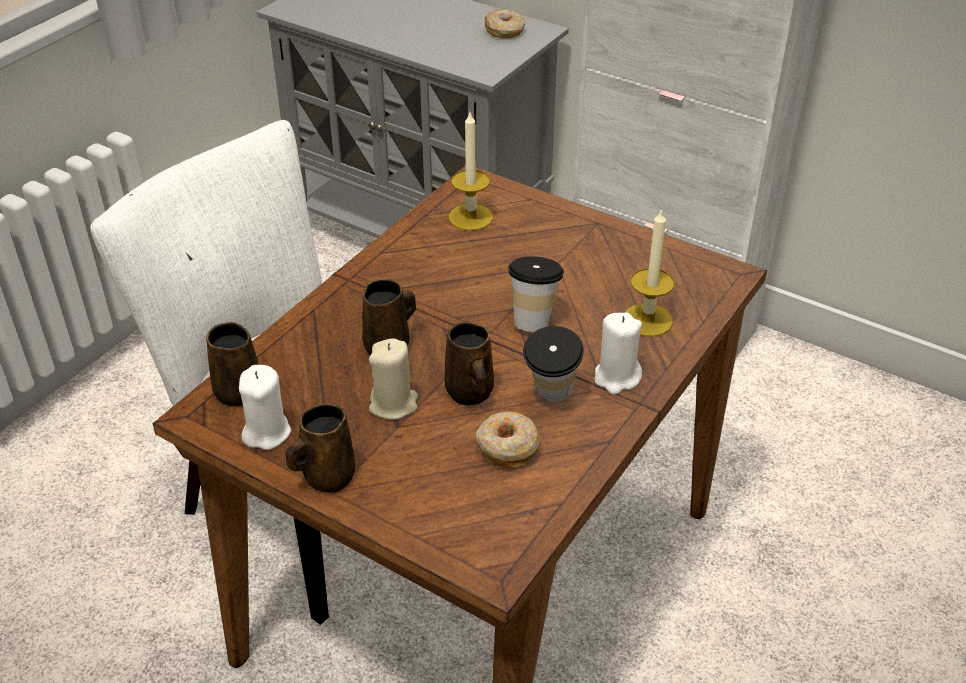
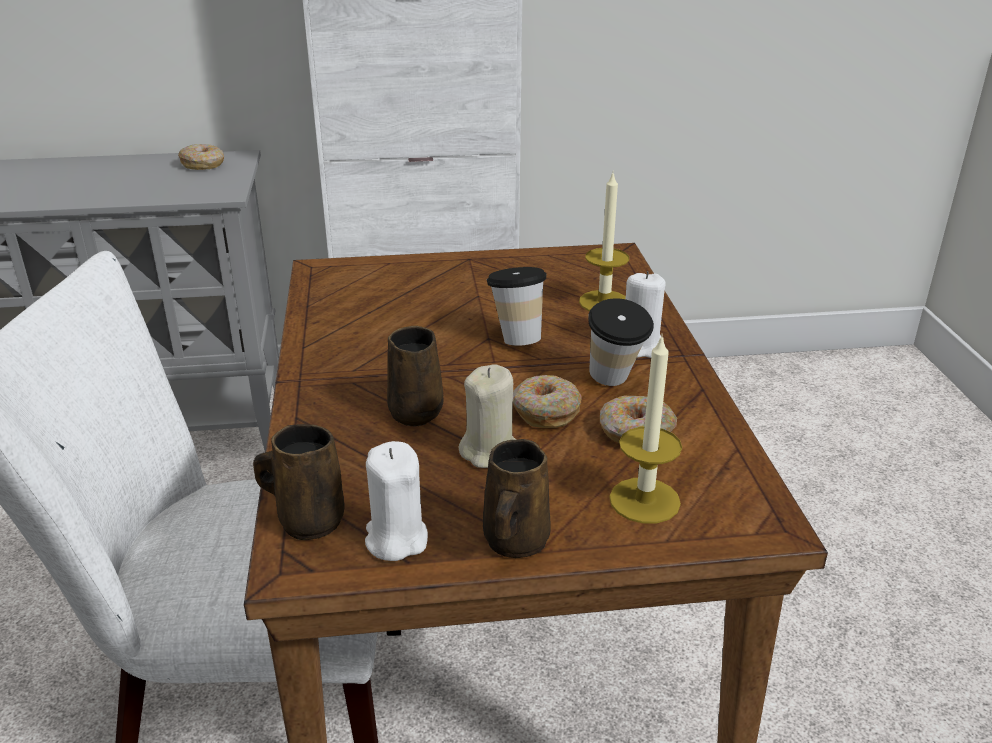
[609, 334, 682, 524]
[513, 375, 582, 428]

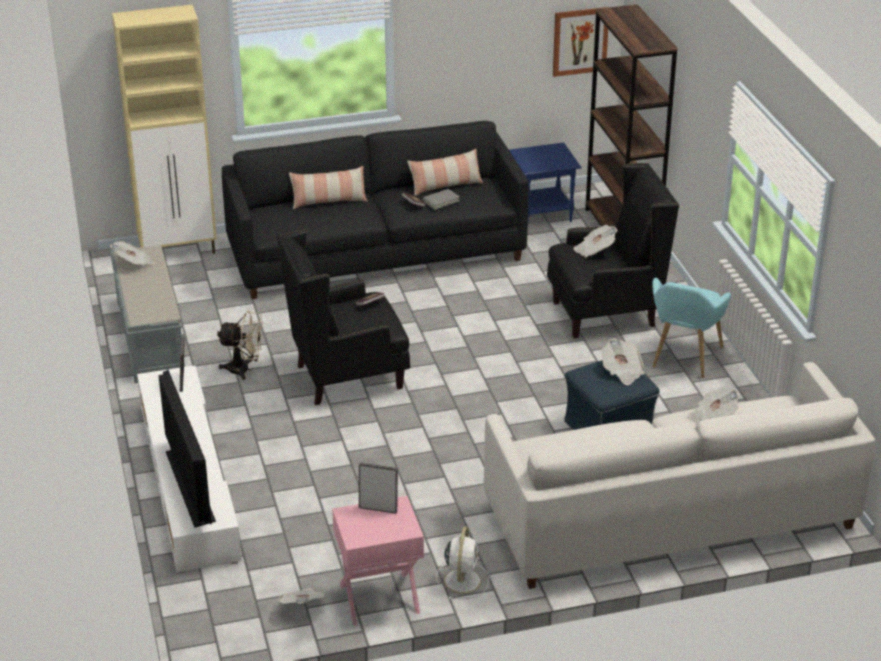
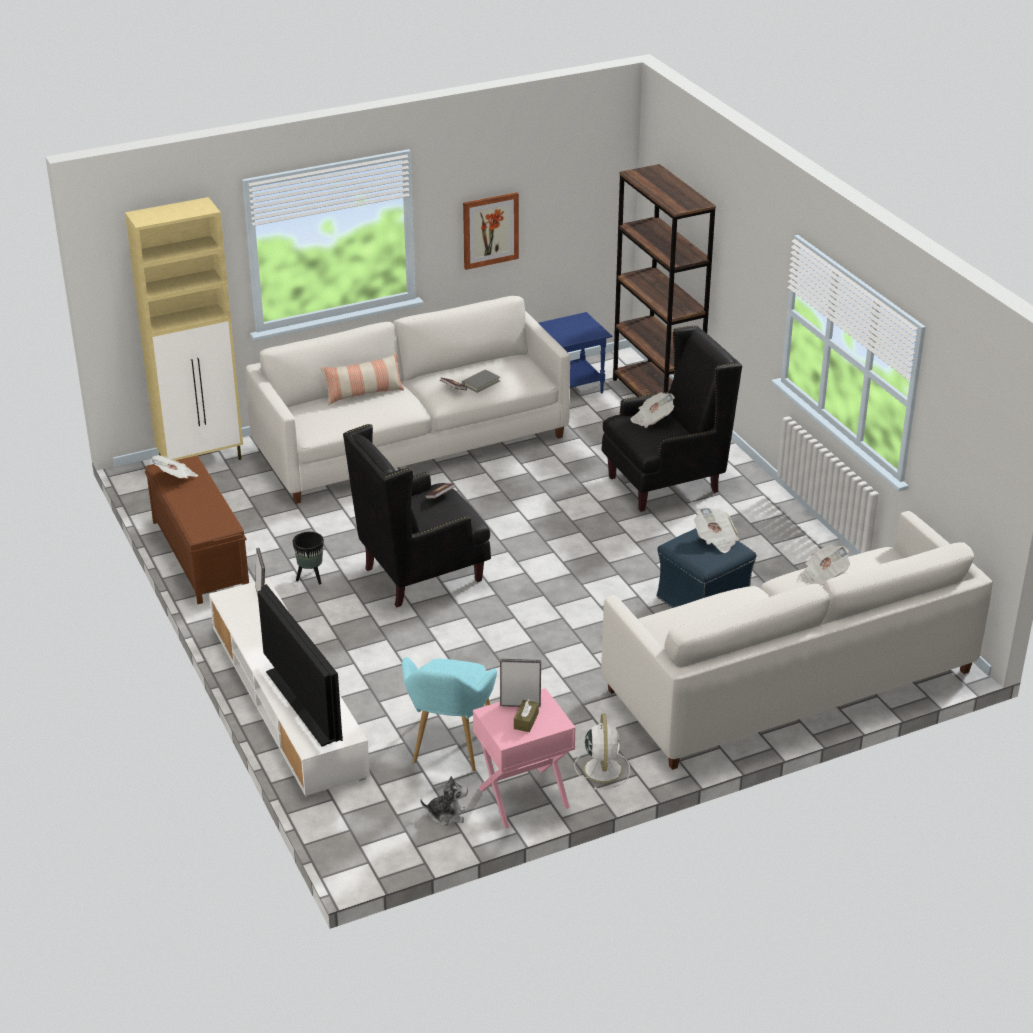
[407, 149, 483, 196] (first image)
[514, 699, 539, 732]
[463, 192, 519, 270]
[402, 657, 497, 771]
[293, 532, 324, 584]
[421, 776, 468, 826]
[145, 456, 249, 604]
[245, 296, 570, 504]

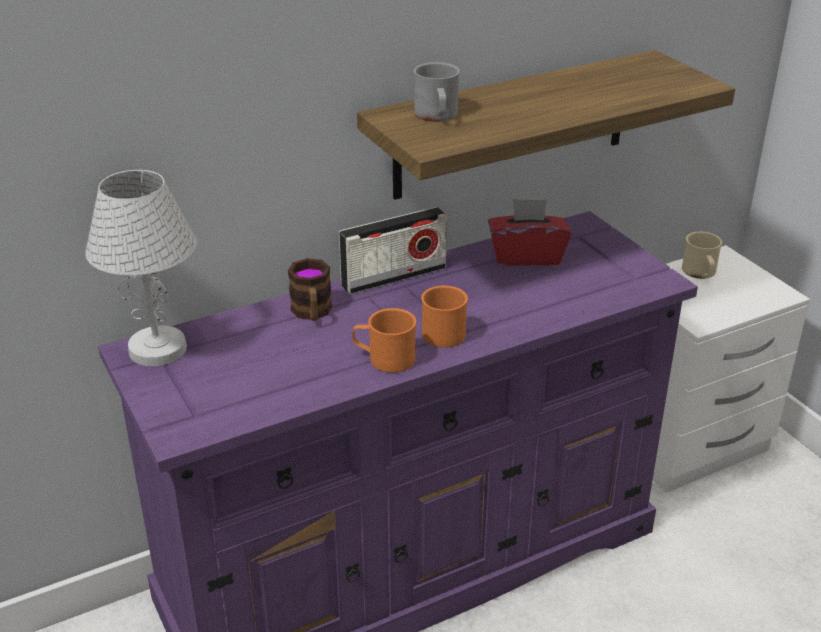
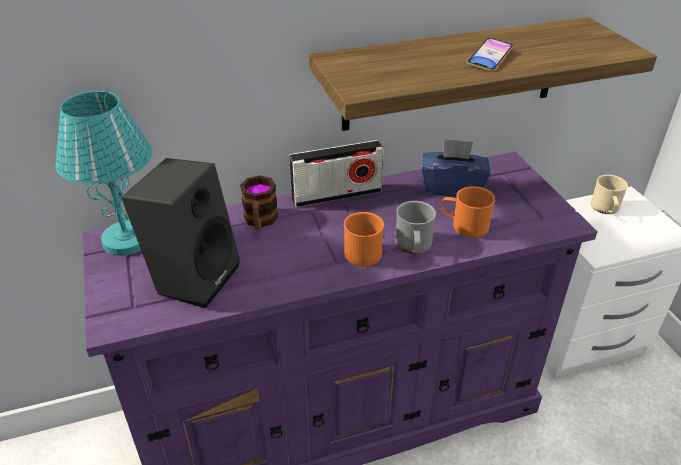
[122, 158, 240, 309]
[467, 38, 513, 72]
[441, 186, 495, 238]
[395, 201, 436, 254]
[56, 91, 152, 256]
[421, 139, 491, 197]

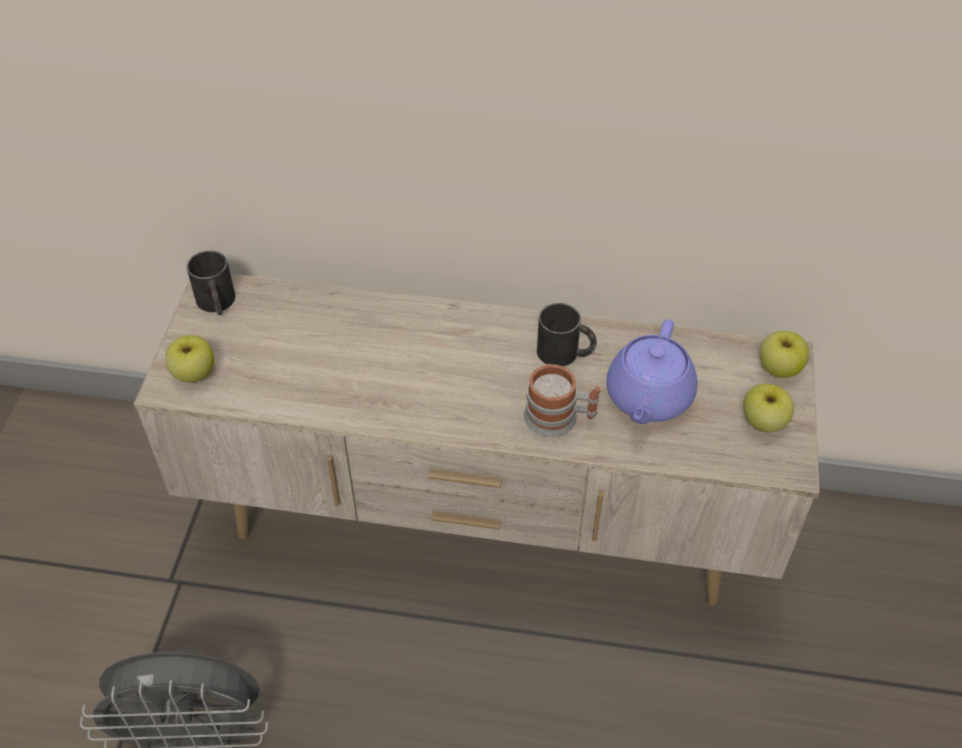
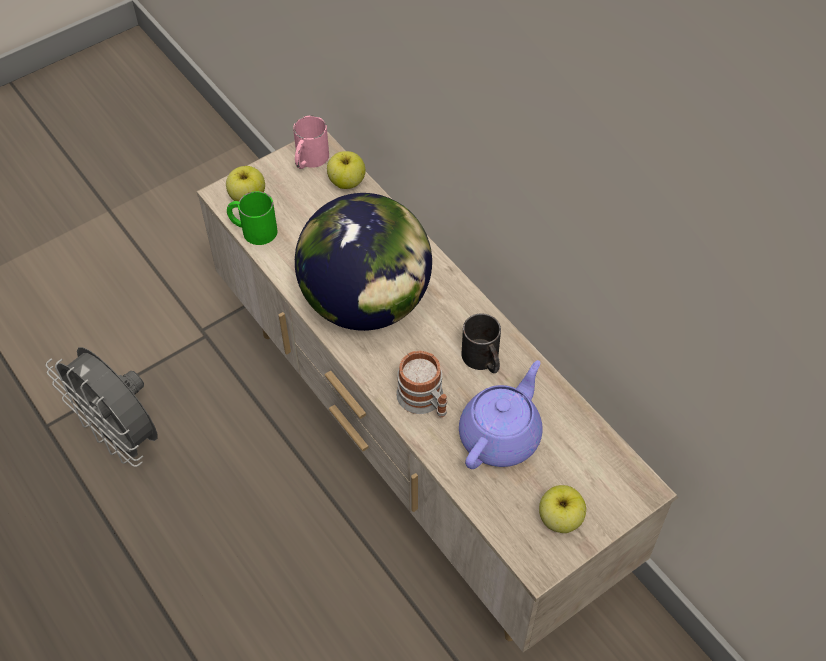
[227, 191, 277, 245]
[295, 193, 432, 331]
[327, 151, 366, 189]
[293, 116, 329, 169]
[459, 360, 543, 469]

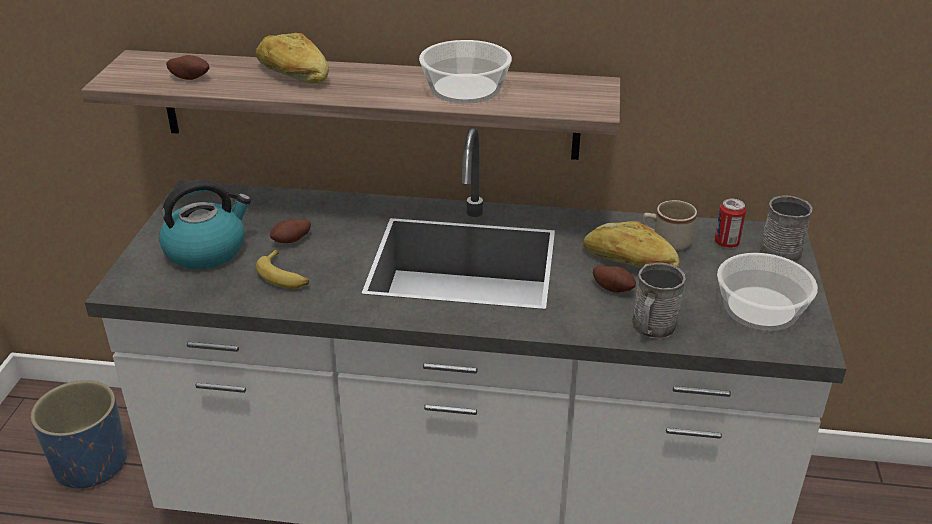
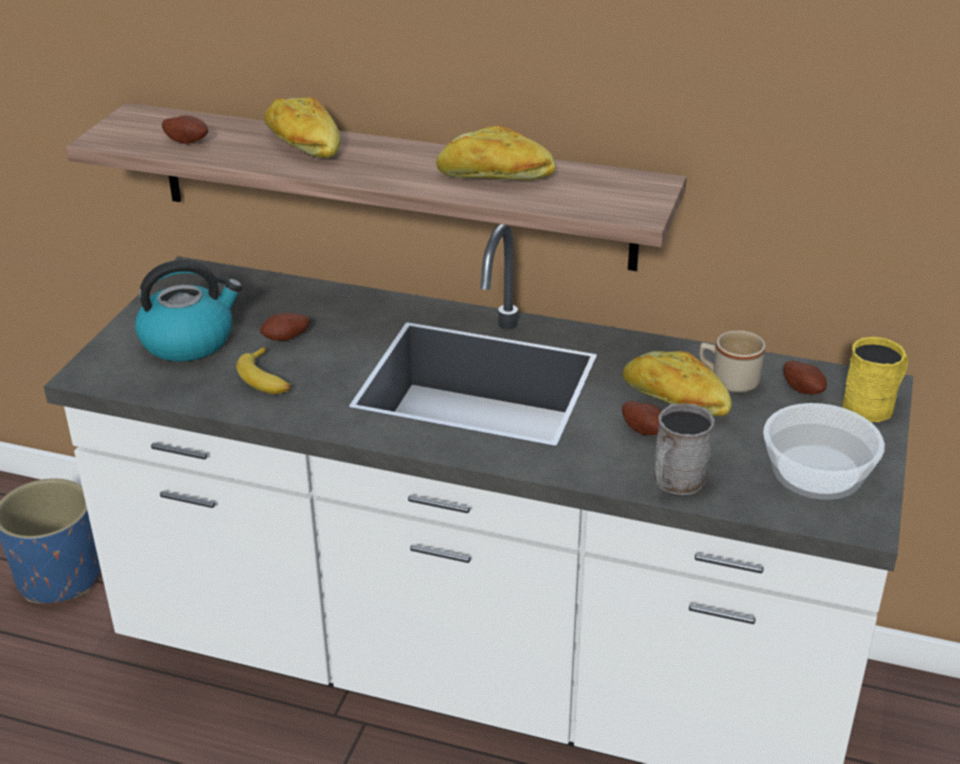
[436, 125, 556, 181]
[783, 360, 827, 394]
[842, 337, 908, 422]

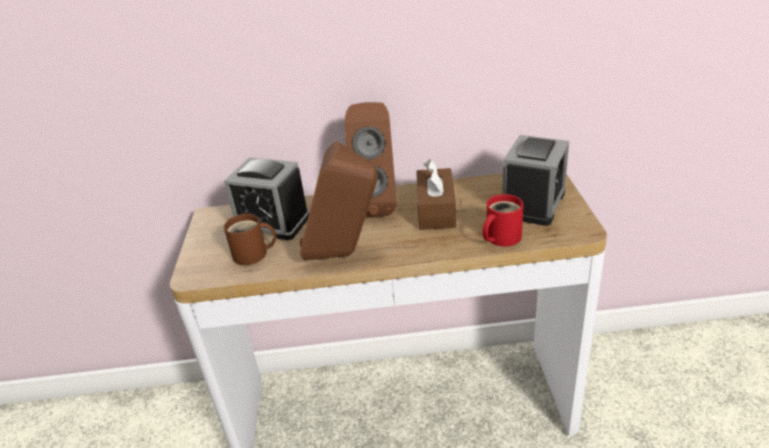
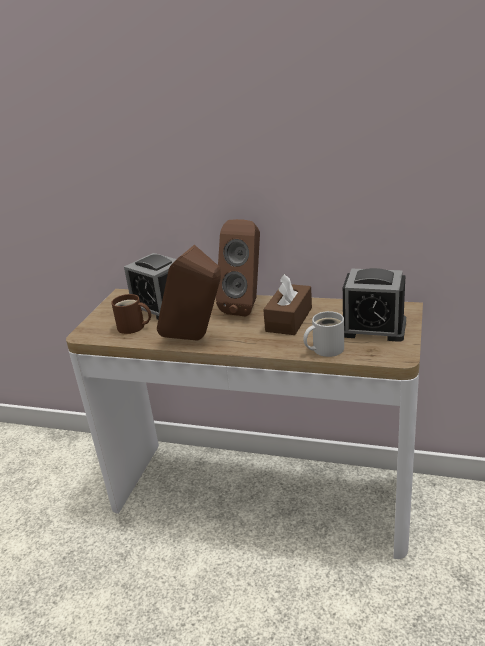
[303, 311, 344, 357]
[343, 268, 406, 342]

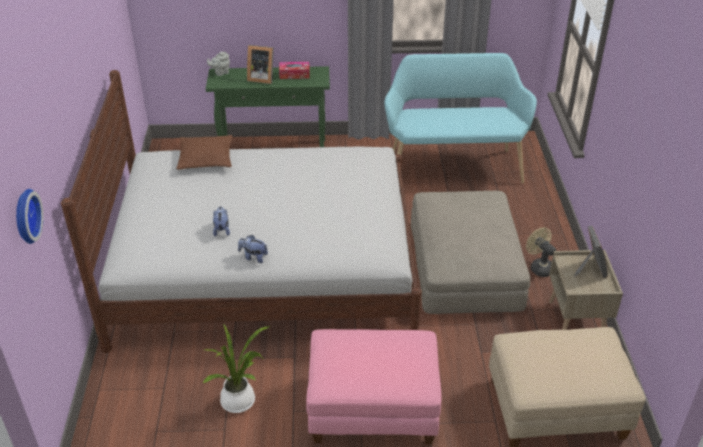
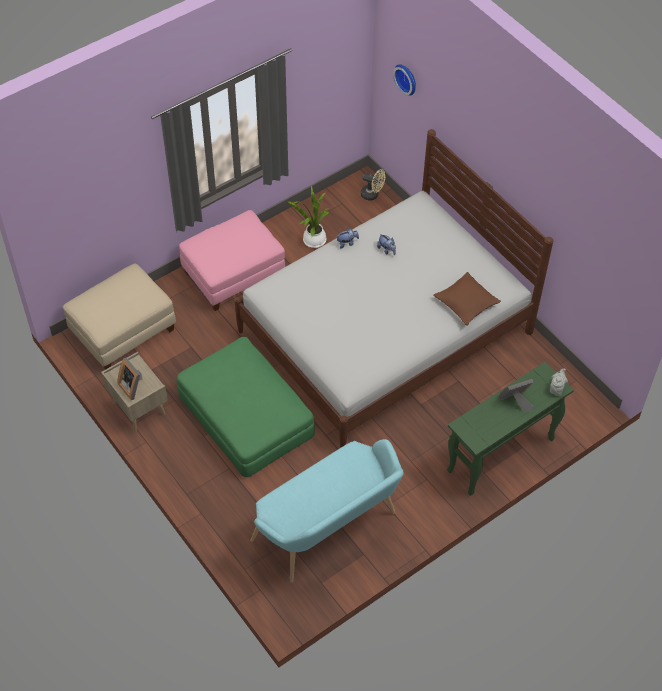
[279, 62, 310, 79] (first image)
[361, 169, 385, 201]
[176, 337, 315, 477]

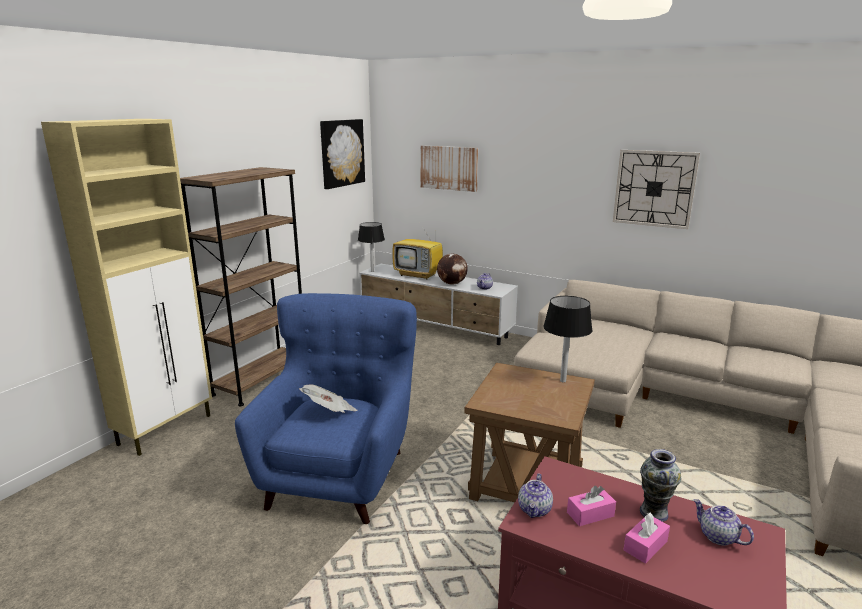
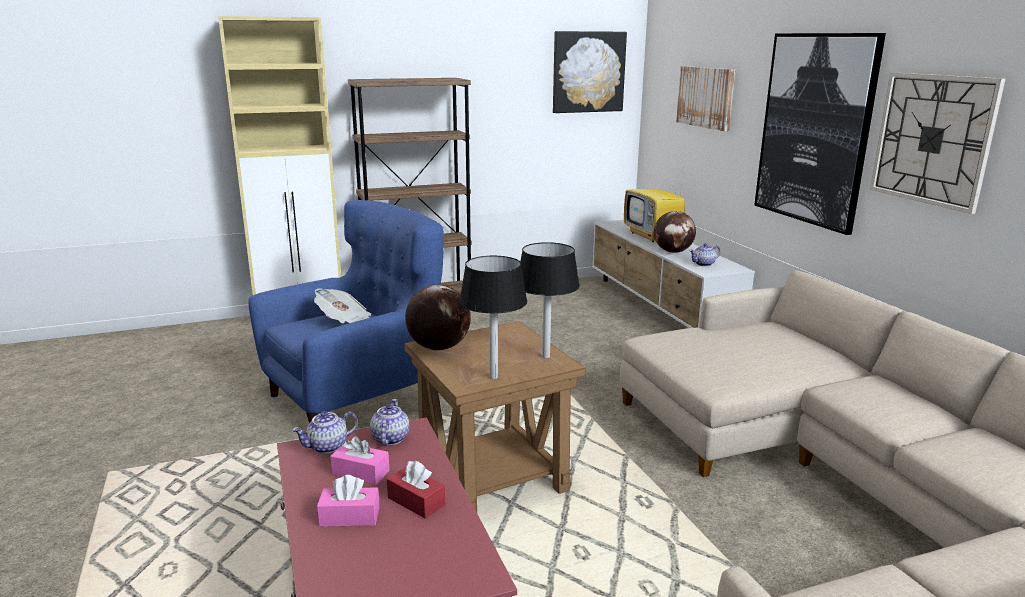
[405, 285, 471, 351]
[754, 33, 886, 235]
[459, 256, 527, 379]
[370, 399, 410, 445]
[387, 461, 445, 519]

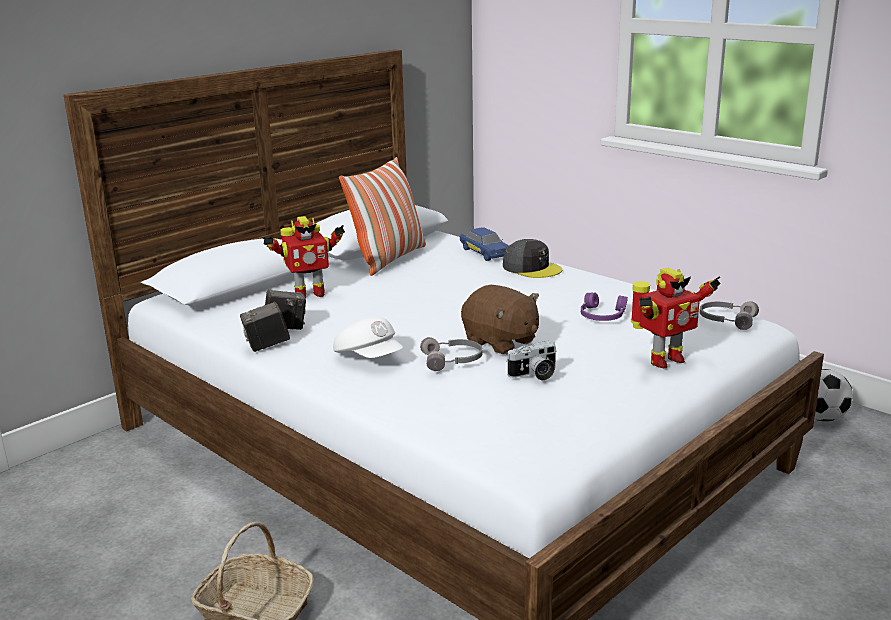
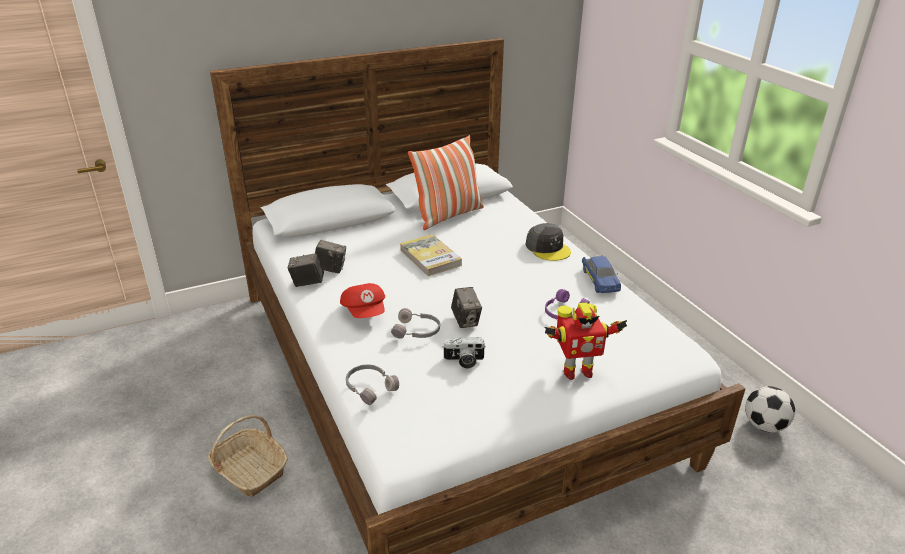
[262, 216, 345, 298] (first image)
[400, 234, 462, 276]
[582, 255, 621, 293]
[346, 364, 399, 405]
[451, 287, 482, 328]
[340, 283, 385, 318]

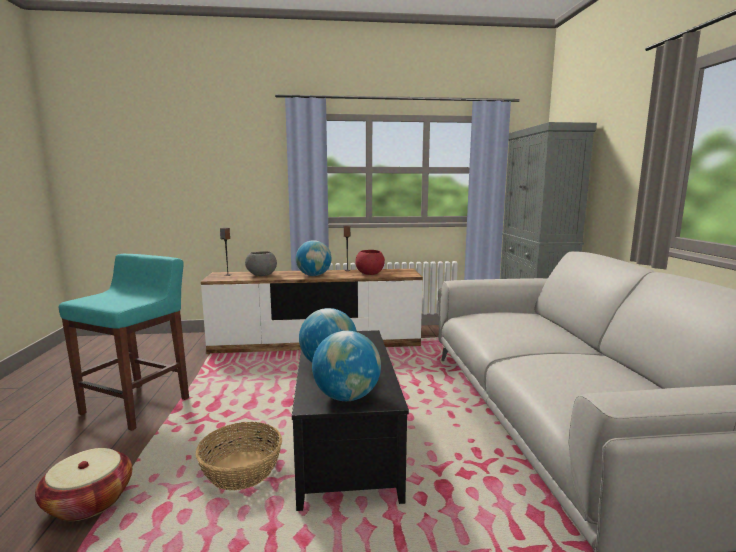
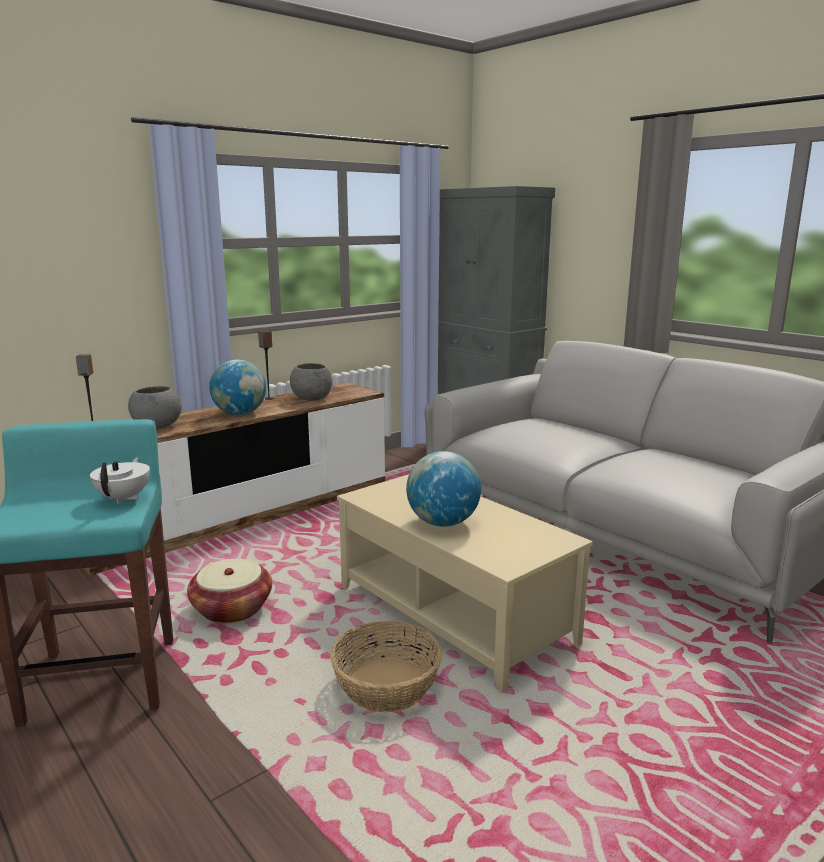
[312, 331, 381, 401] (first image)
[90, 457, 150, 504]
[187, 559, 272, 623]
[337, 474, 593, 693]
[290, 363, 332, 401]

